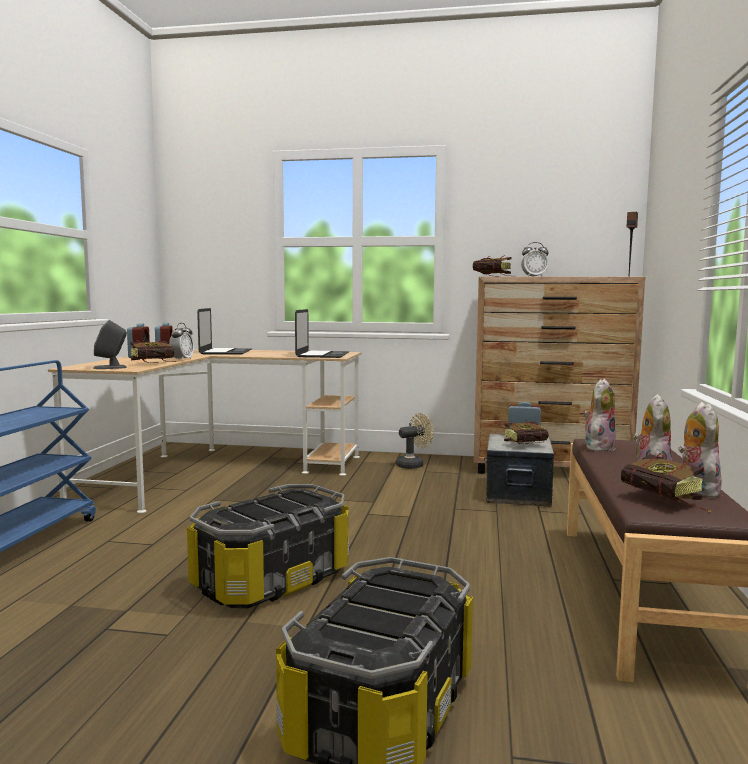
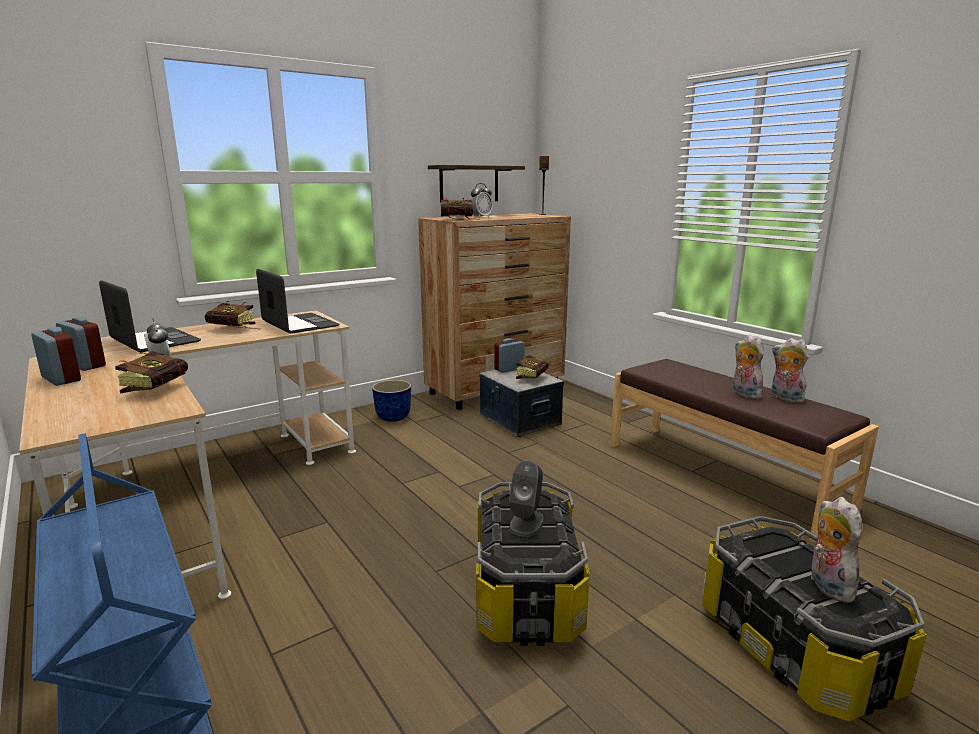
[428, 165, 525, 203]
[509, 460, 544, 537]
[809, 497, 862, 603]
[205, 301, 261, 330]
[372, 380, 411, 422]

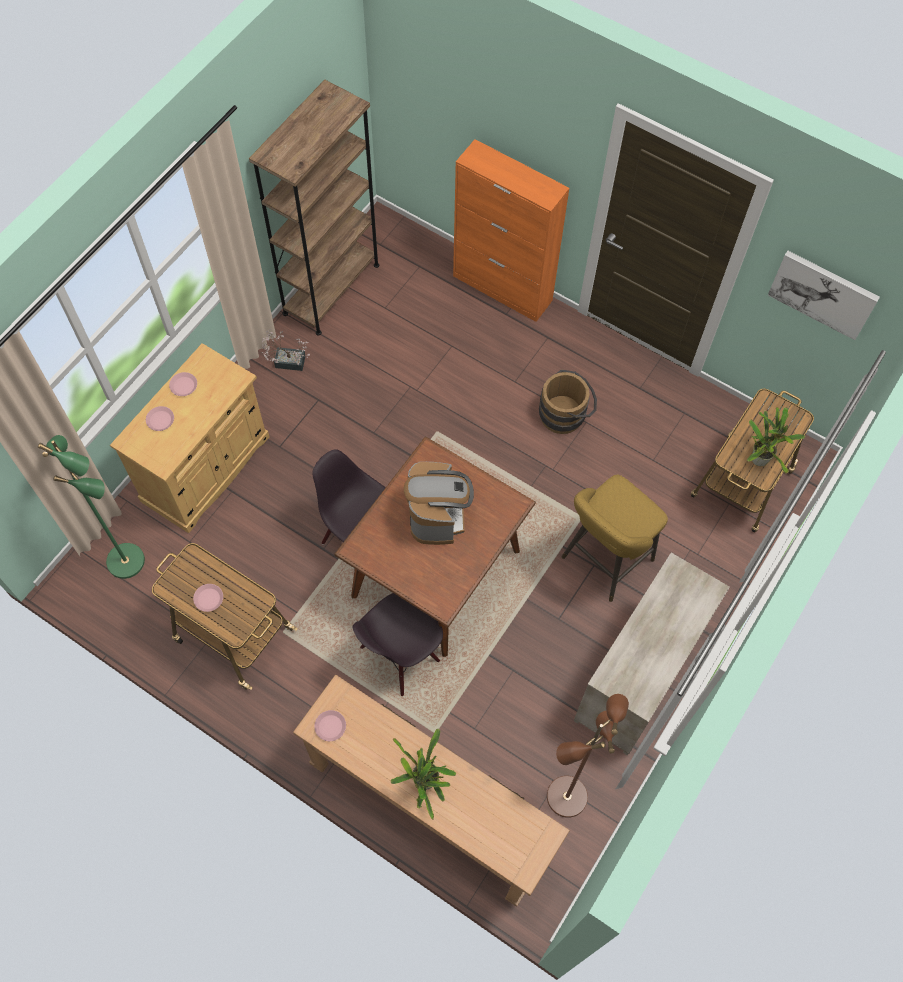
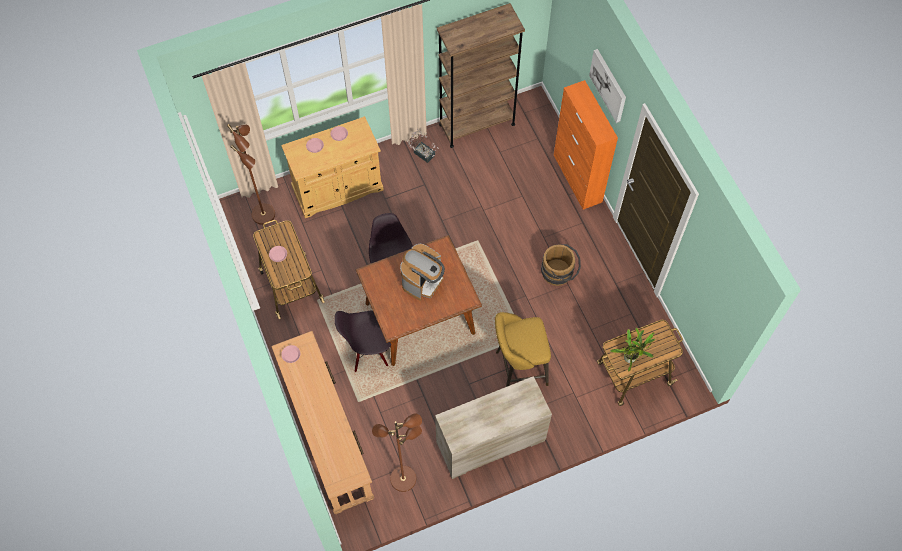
[390, 728, 456, 820] (first image)
[589, 49, 626, 123]
[227, 124, 275, 225]

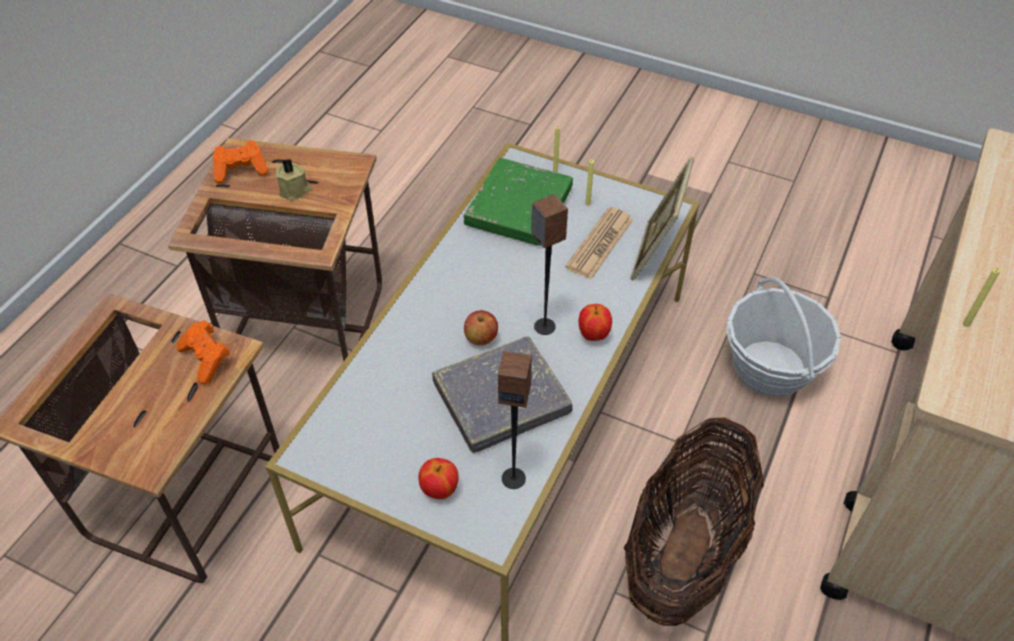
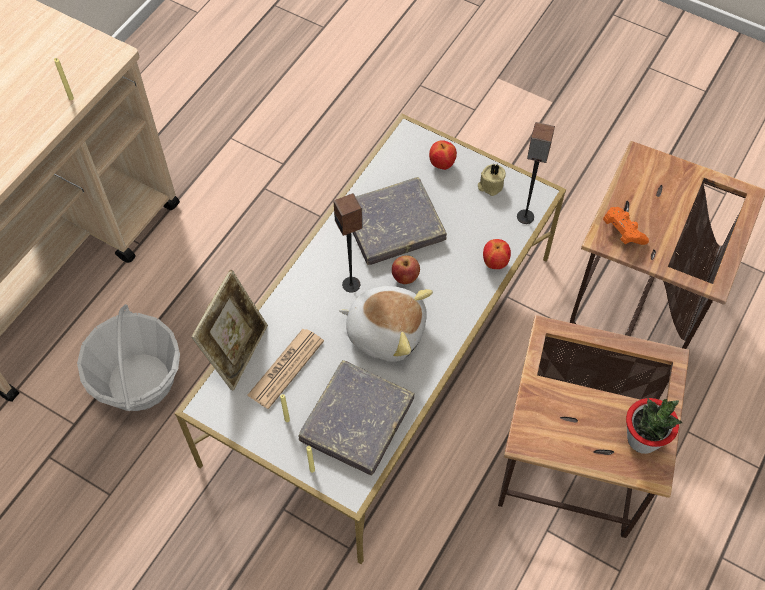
[624, 417, 764, 626] (first image)
[339, 286, 433, 362]
[478, 164, 506, 196]
[517, 122, 555, 224]
[483, 239, 511, 269]
[626, 398, 682, 454]
[298, 360, 415, 476]

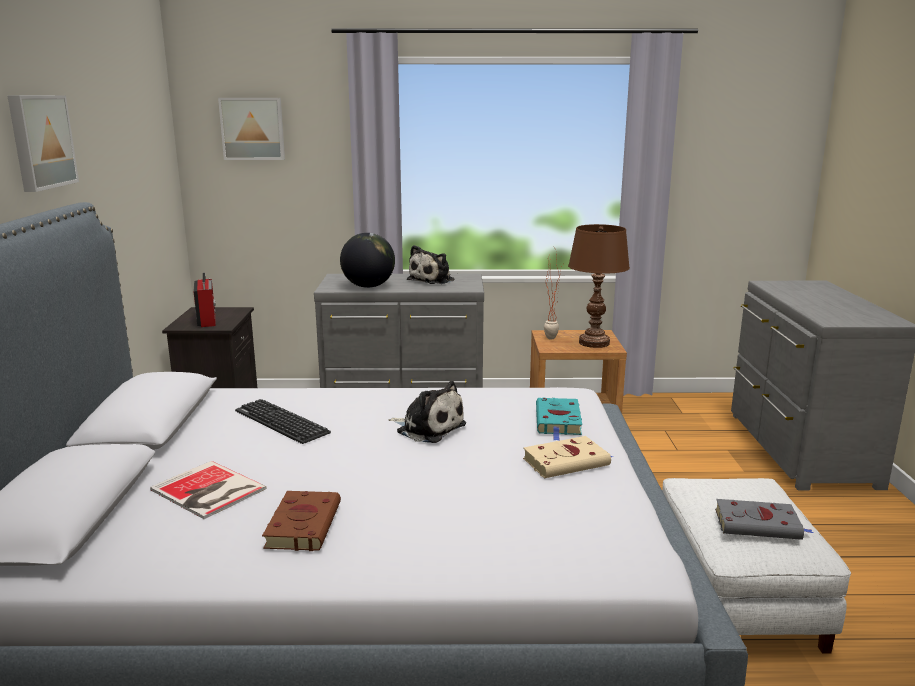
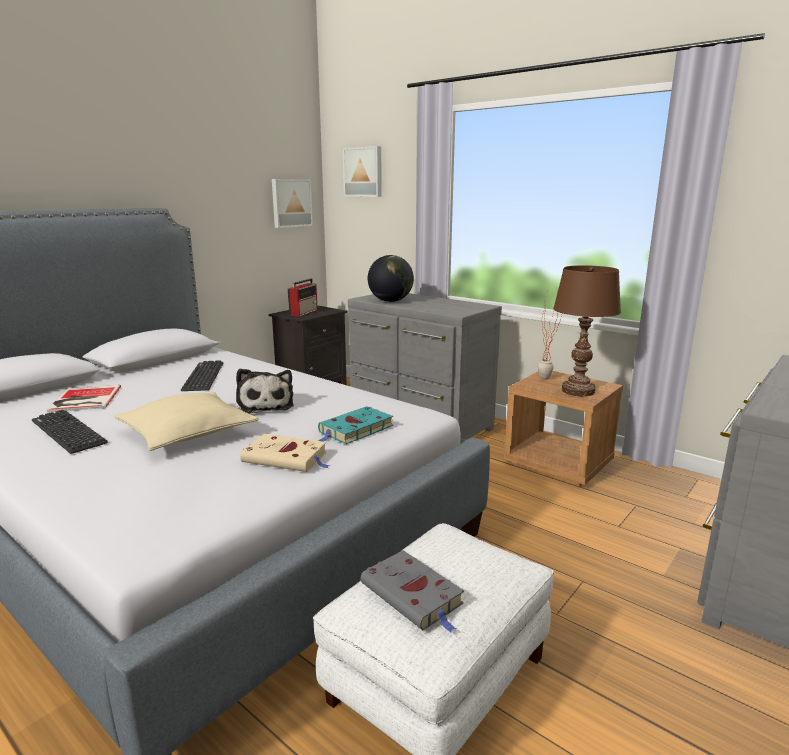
[407, 245, 454, 284] (first image)
[114, 392, 259, 451]
[272, 179, 313, 228]
[32, 410, 108, 454]

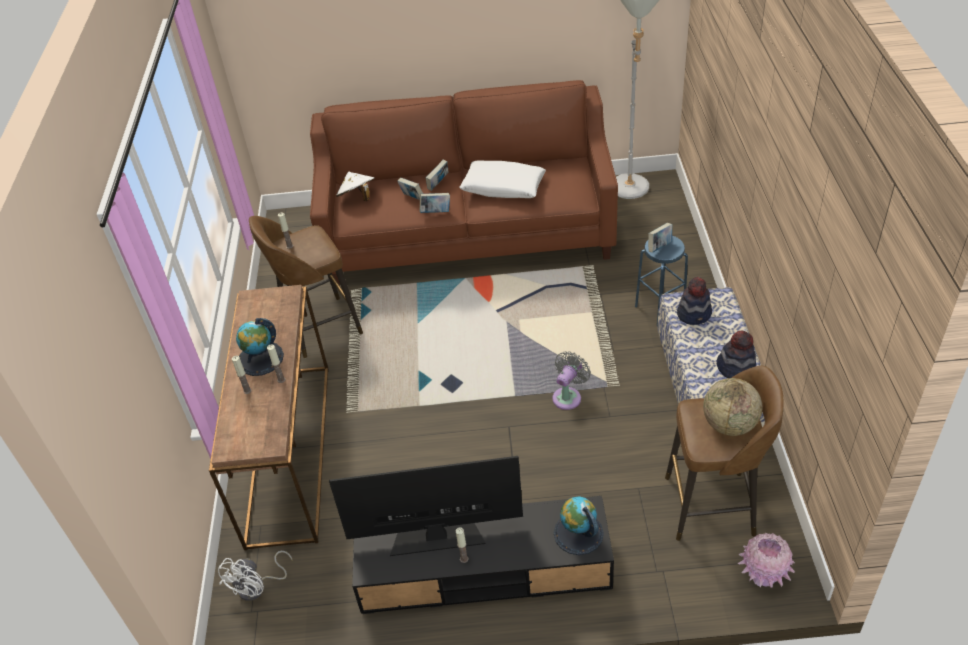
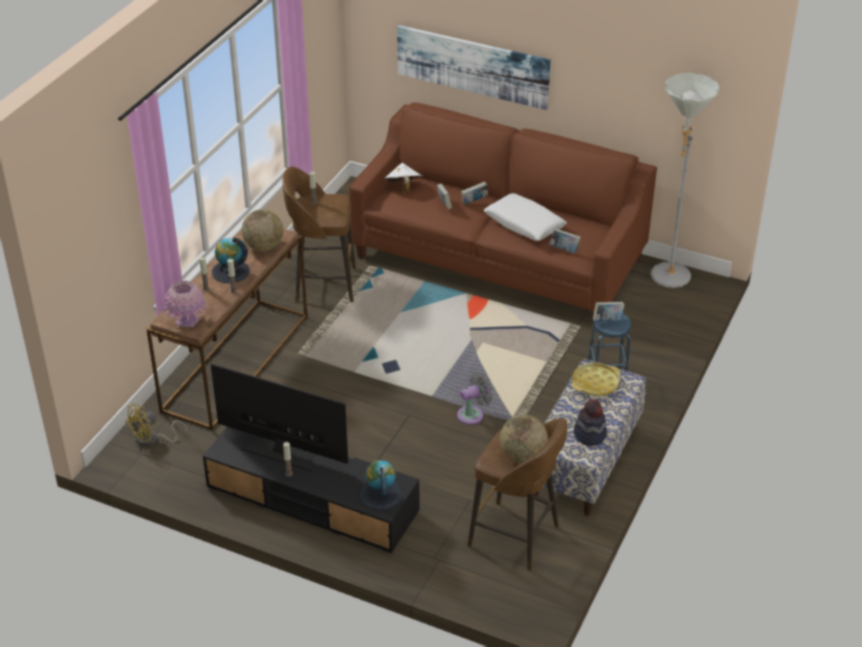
[242, 209, 283, 251]
[397, 25, 551, 110]
[549, 228, 581, 253]
[163, 280, 208, 327]
[572, 363, 620, 396]
[125, 403, 187, 446]

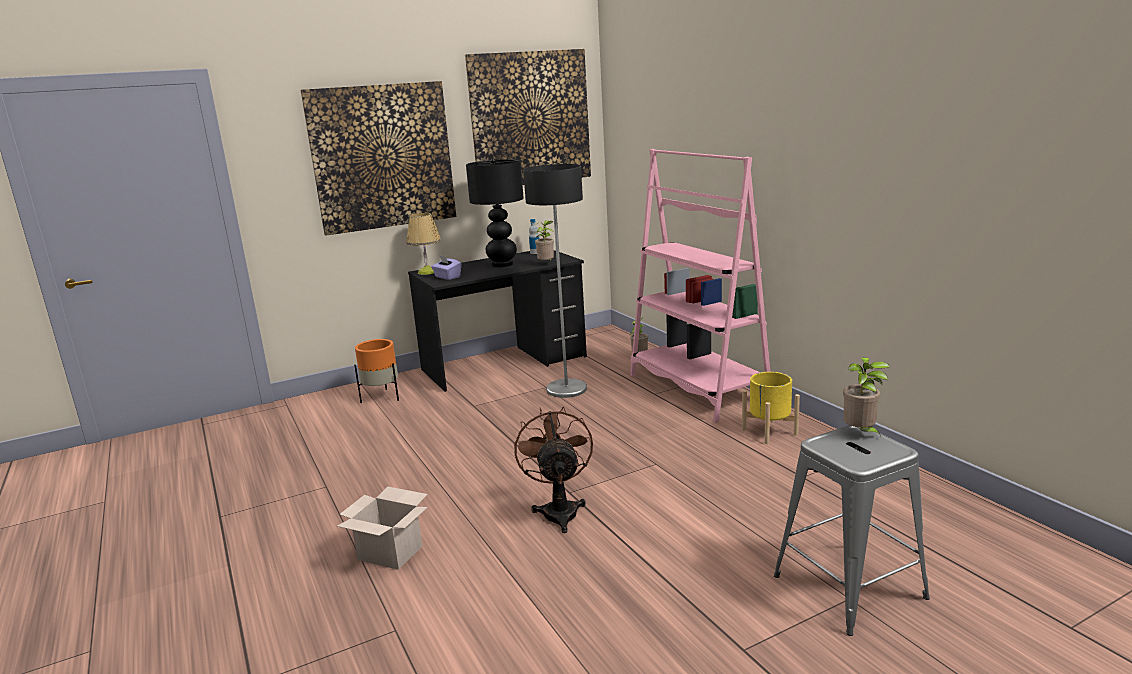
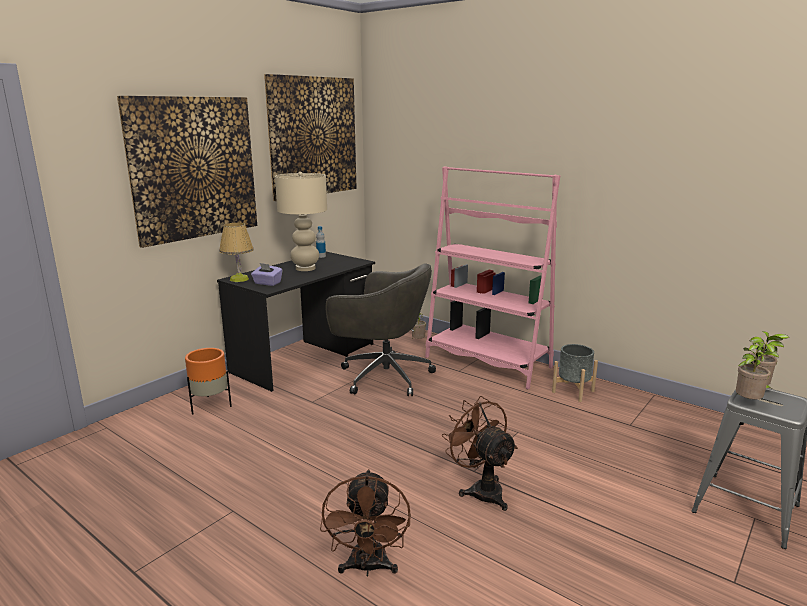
[736, 339, 771, 399]
[320, 469, 411, 577]
[326, 263, 436, 396]
[275, 172, 327, 271]
[552, 344, 598, 402]

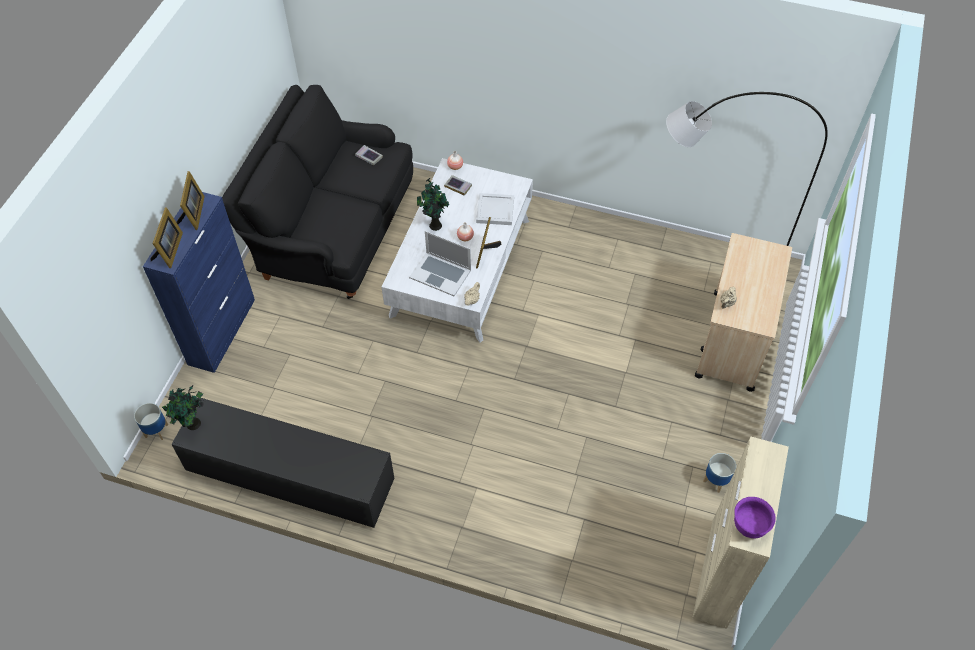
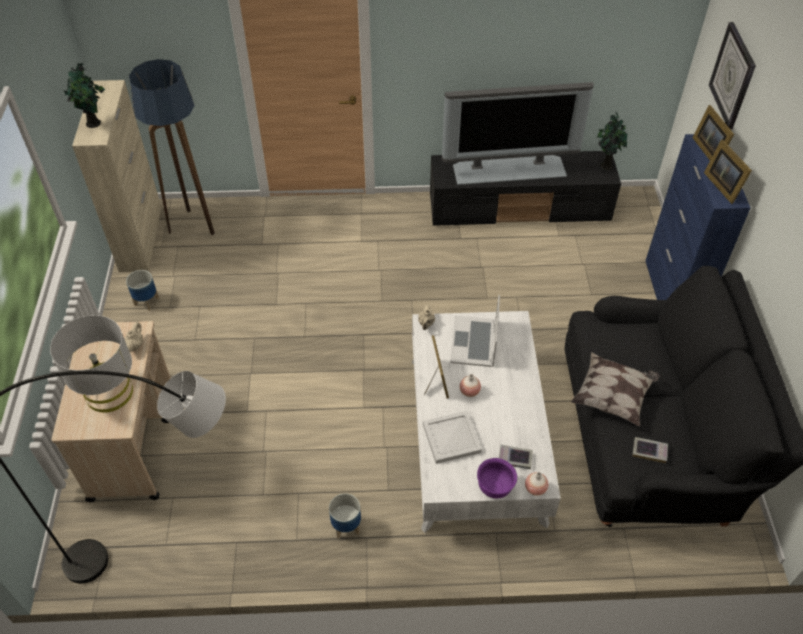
[50, 315, 133, 412]
[129, 59, 215, 235]
[442, 82, 594, 185]
[571, 352, 660, 426]
[709, 22, 756, 129]
[329, 493, 361, 539]
[63, 64, 105, 128]
[477, 458, 517, 498]
[450, 295, 500, 367]

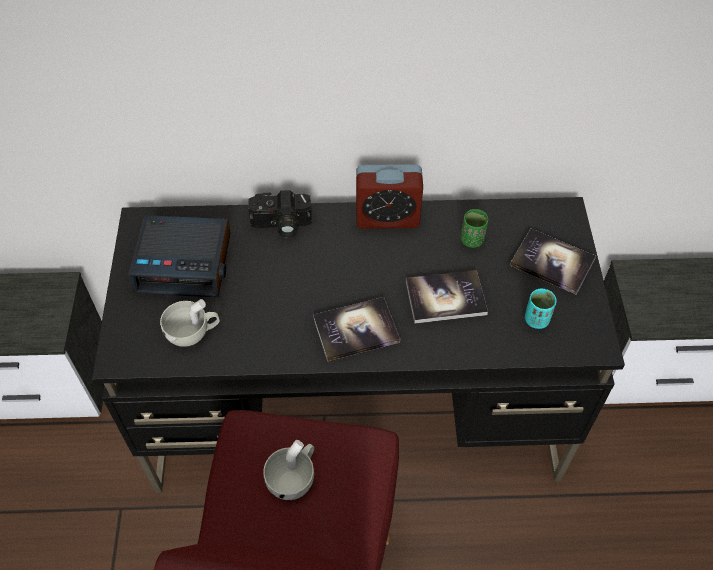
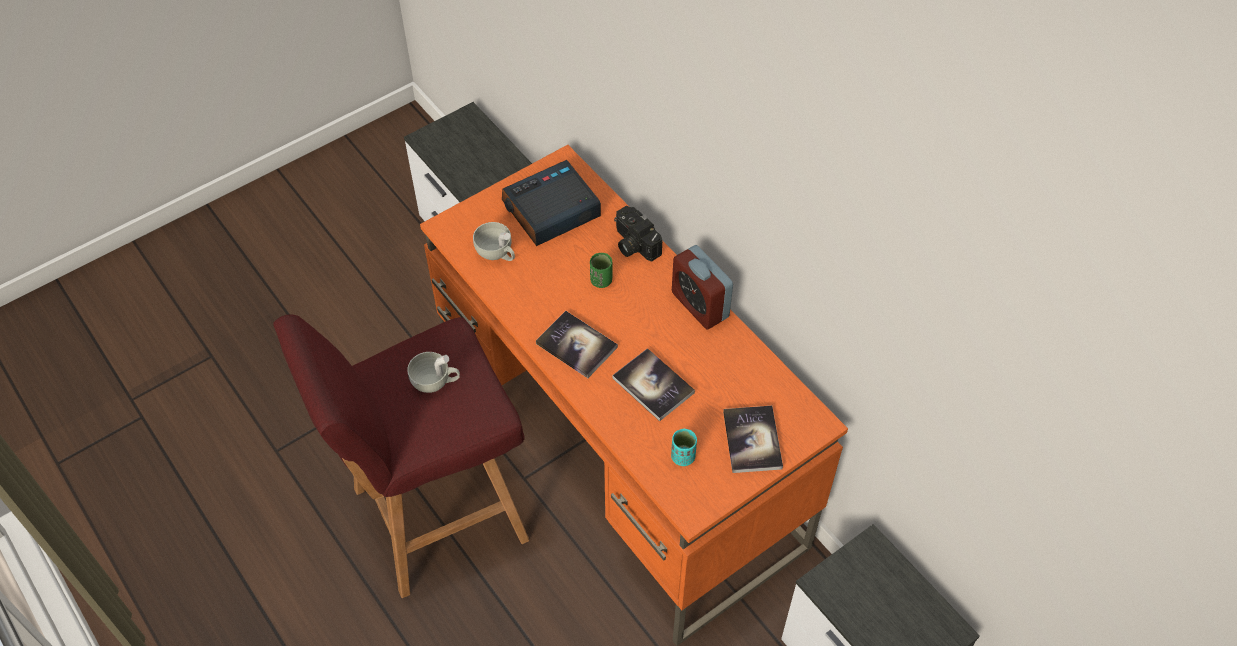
[590, 253, 613, 288]
[420, 145, 848, 646]
[502, 160, 601, 246]

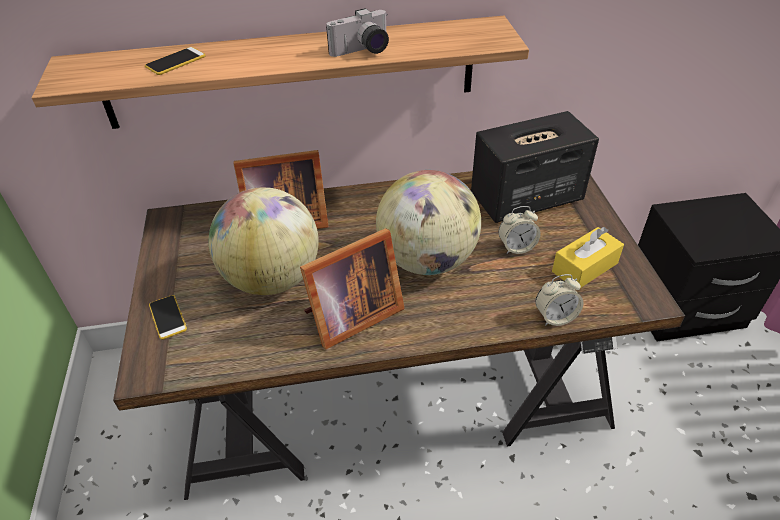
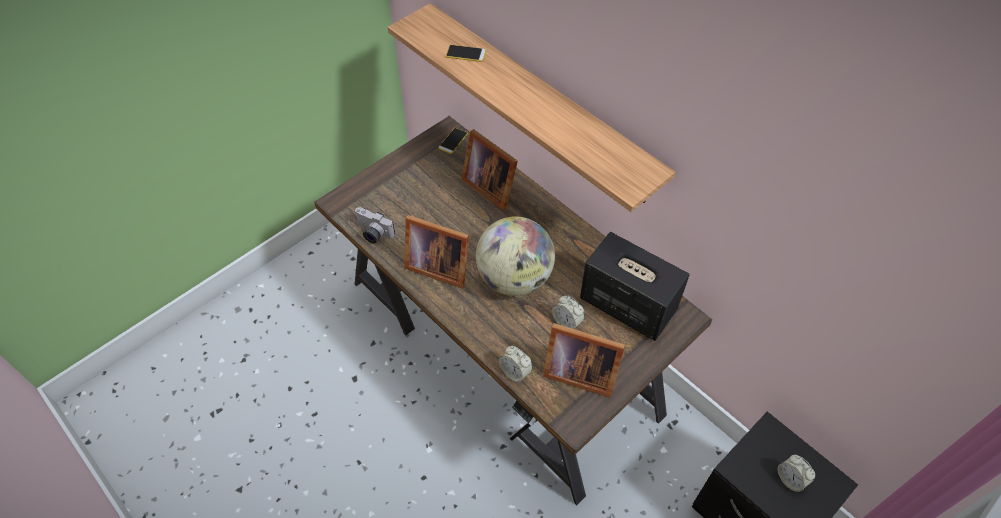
[209, 187, 319, 295] (first image)
[778, 455, 815, 492]
[438, 128, 468, 154]
[355, 207, 395, 244]
[543, 323, 625, 398]

